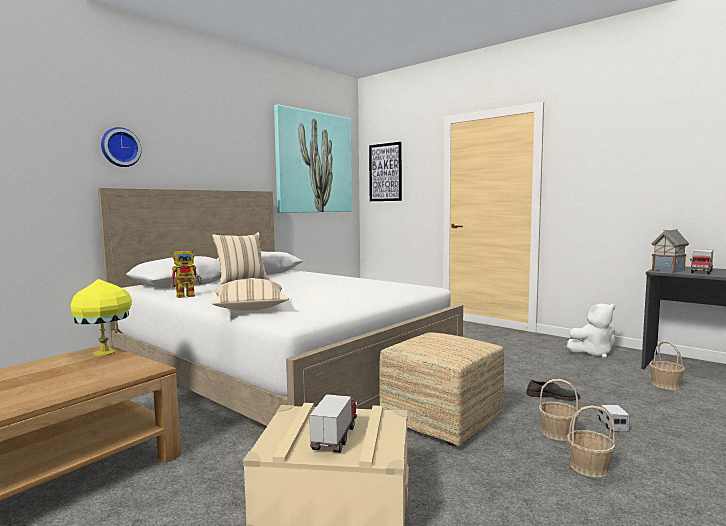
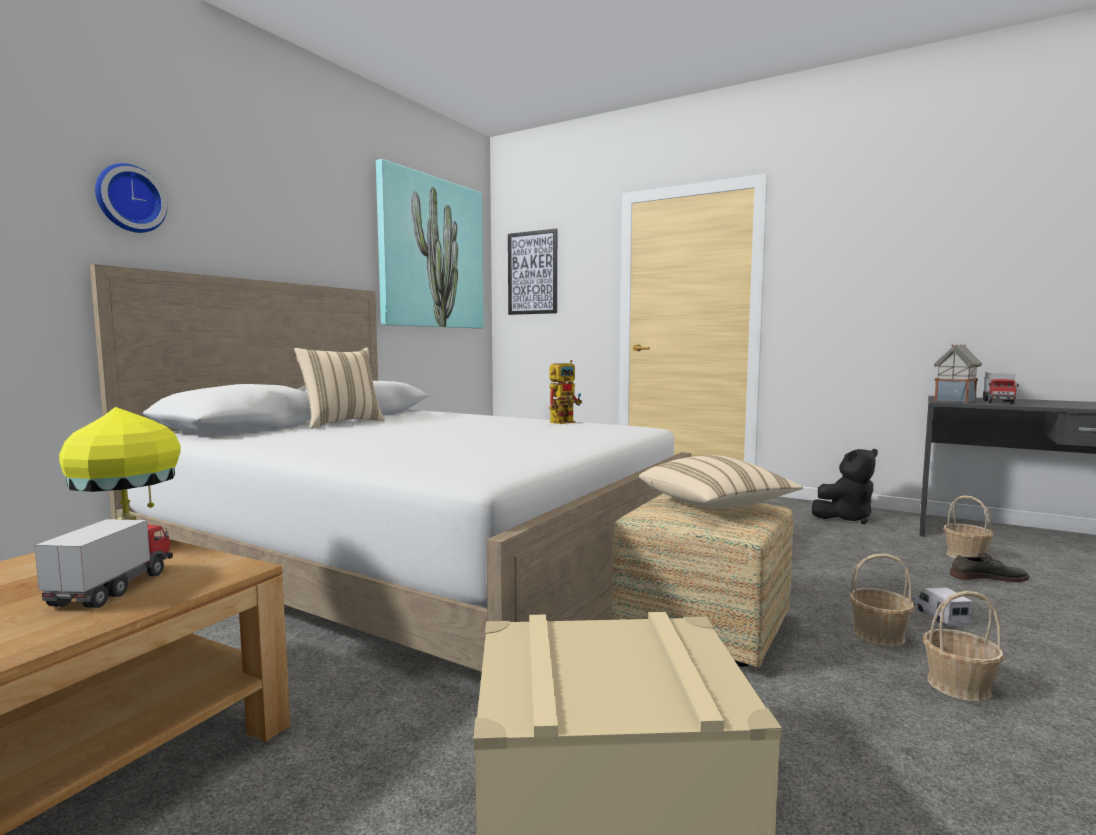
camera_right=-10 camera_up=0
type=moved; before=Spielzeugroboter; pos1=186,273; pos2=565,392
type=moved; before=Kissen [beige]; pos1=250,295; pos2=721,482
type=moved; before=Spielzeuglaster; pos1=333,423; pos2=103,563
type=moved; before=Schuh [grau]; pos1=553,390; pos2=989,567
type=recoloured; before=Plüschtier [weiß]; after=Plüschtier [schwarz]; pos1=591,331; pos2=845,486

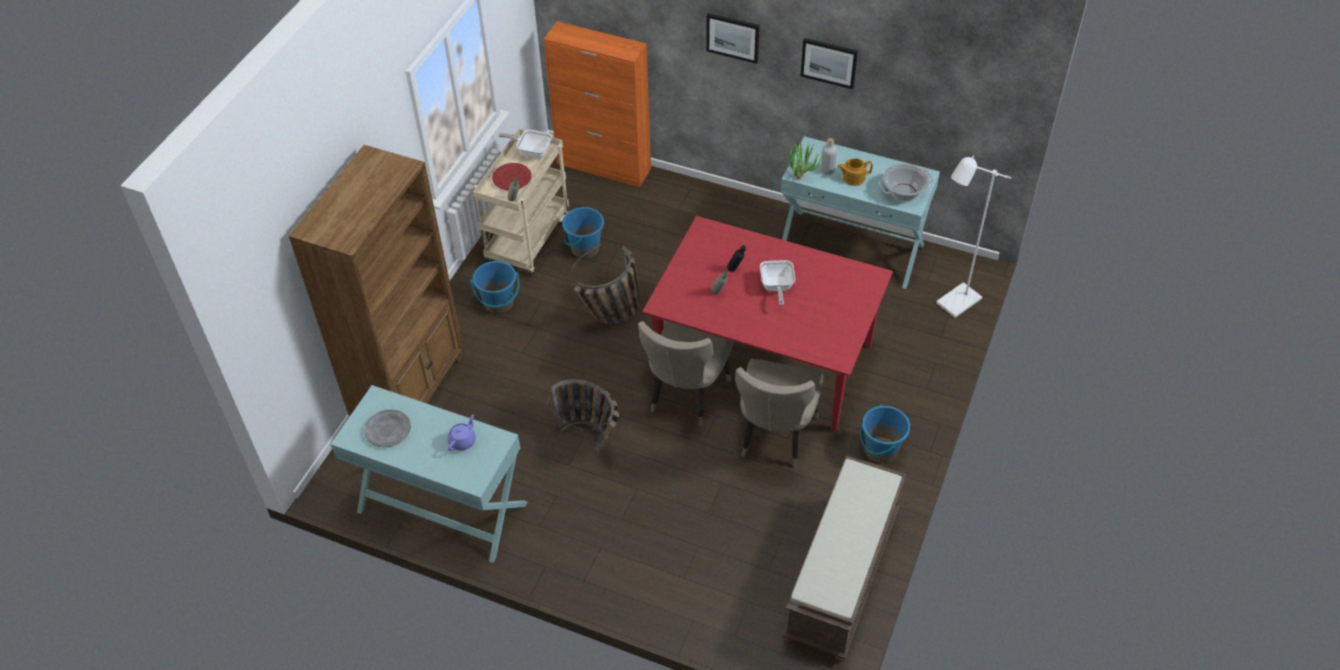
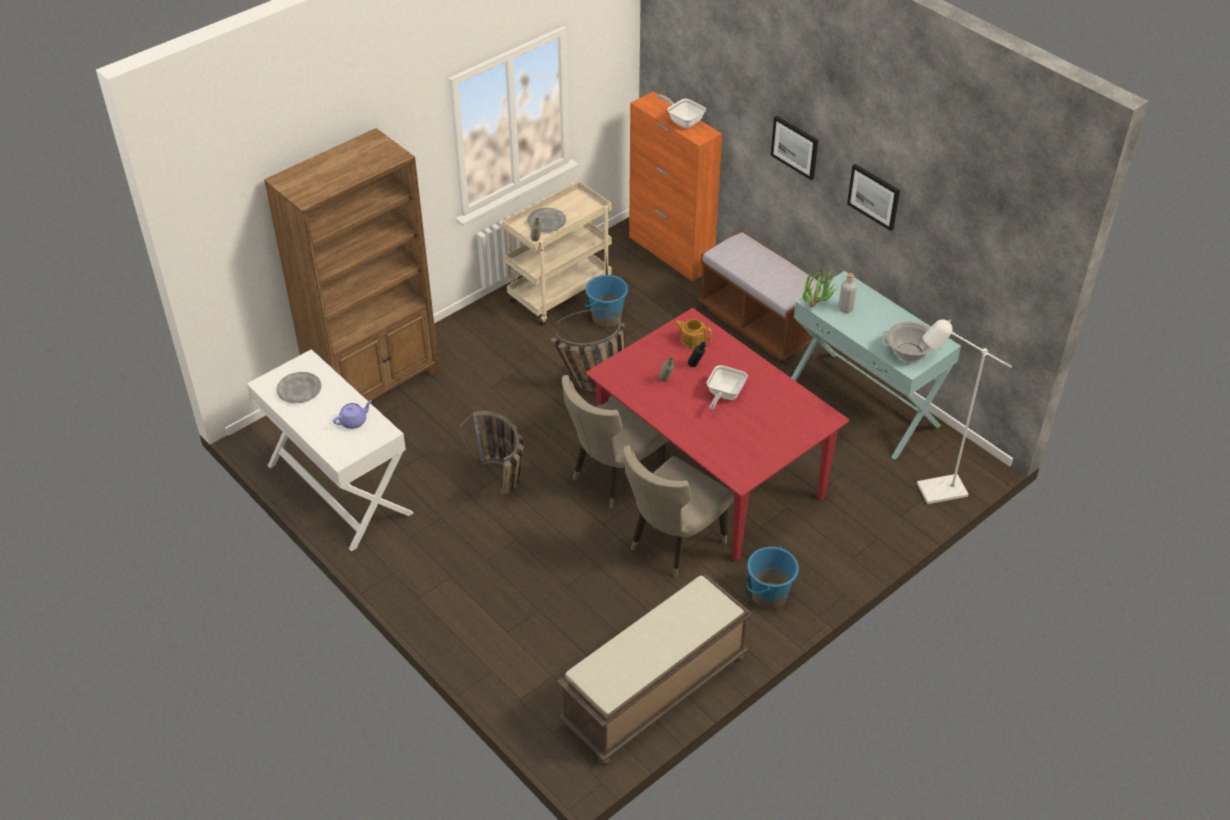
camera_right=25 camera_up=-5
type=recoloured; before=Konsolentisch [türkis]; after=Konsolentisch [weiß]; pos1=429,474; pos2=330,450
type=removed; before=Eimer [blau]; pos1=495,287
type=recoloured; before=Teller [rot]; after=Teller [grau]; pos1=511,176; pos2=546,220
type=moved; before=Pfanne; pos1=525,144; pos2=681,111
type=moved; before=Teekanne; pos1=855,172; pos2=693,334
type=added; after=Bank [braun]; pos2=761,295

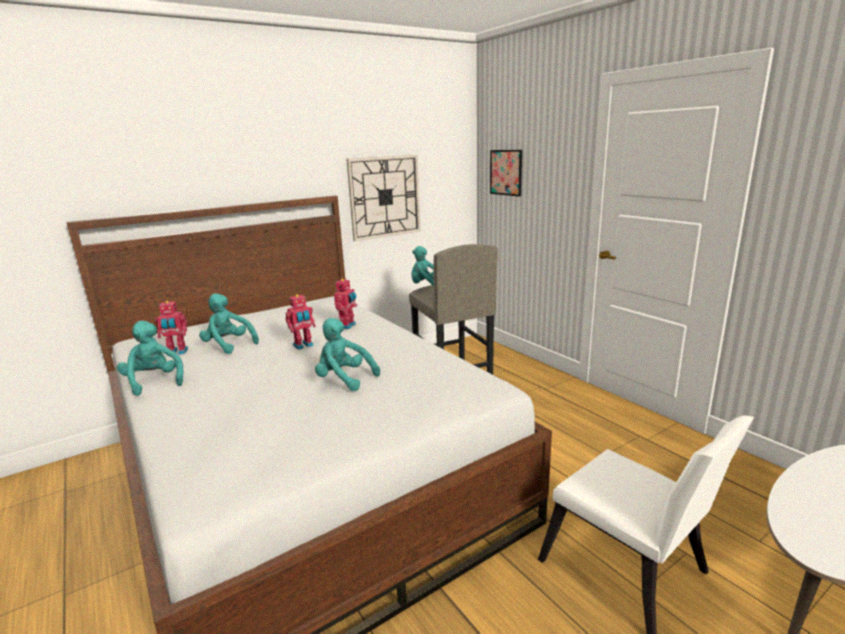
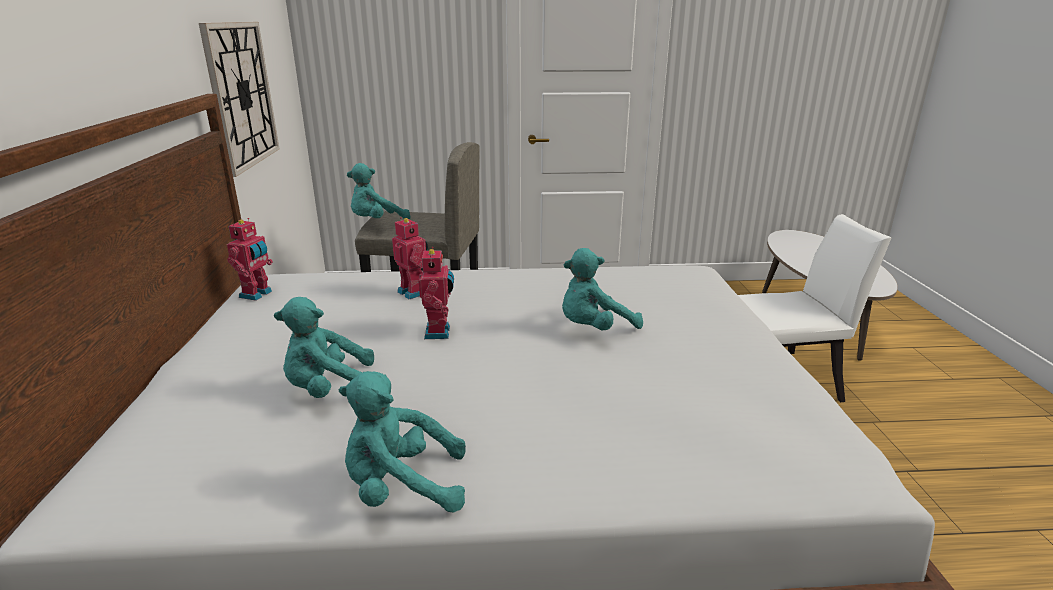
camera_right=-60 camera_up=5
type=moved; before=Spielzeugroboter; pos1=171,328; pos2=250,259
type=removed; before=Bild; pos1=506,173

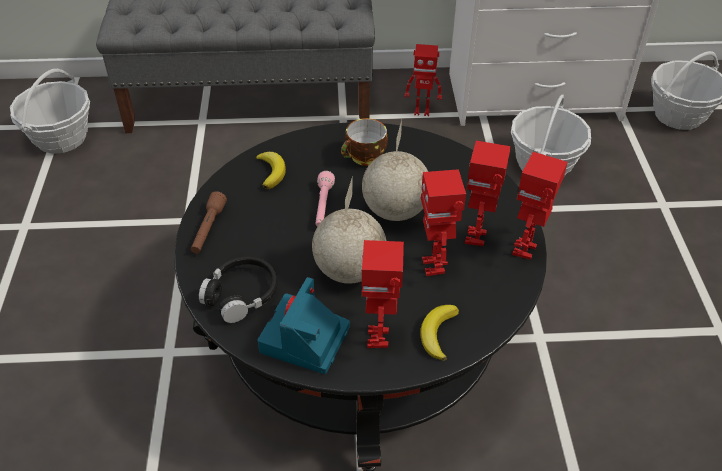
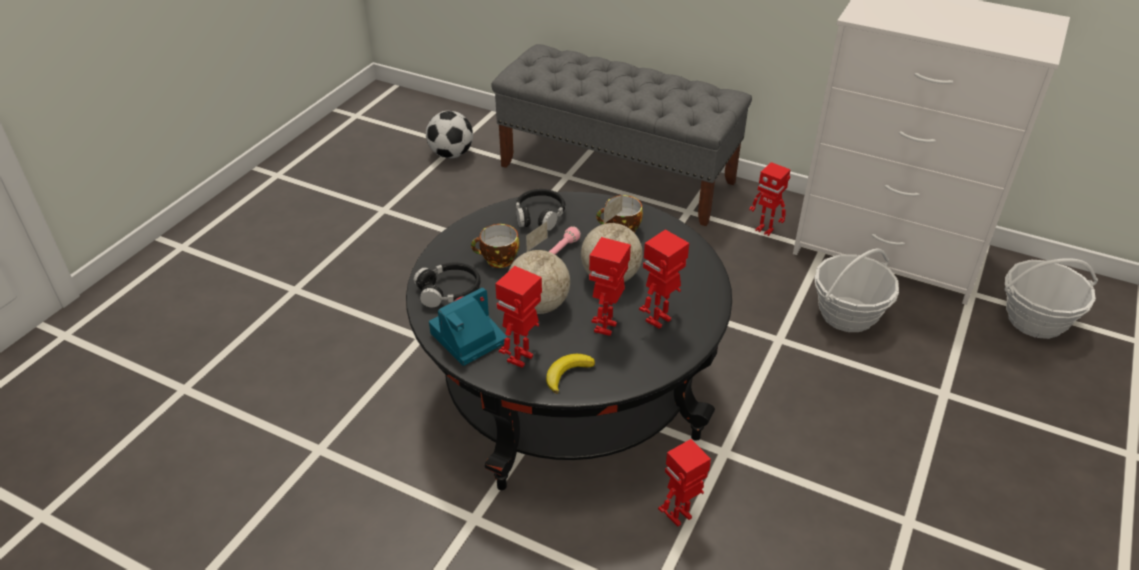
camera_right=30 camera_up=-5
type=replaced; before=Korb; after=Fußball; pos1=50,111; pos2=449,134
type=removed; before=Taschenlampe [braun]; pos1=208,222
type=replaced; before=Banane; after=Kopfhörer [schwarz]; pos1=271,170; pos2=540,210
type=moved; before=Spielzeugroboter; pos1=540,206; pos2=684,482
type=added; after=Tasse; pos2=495,246

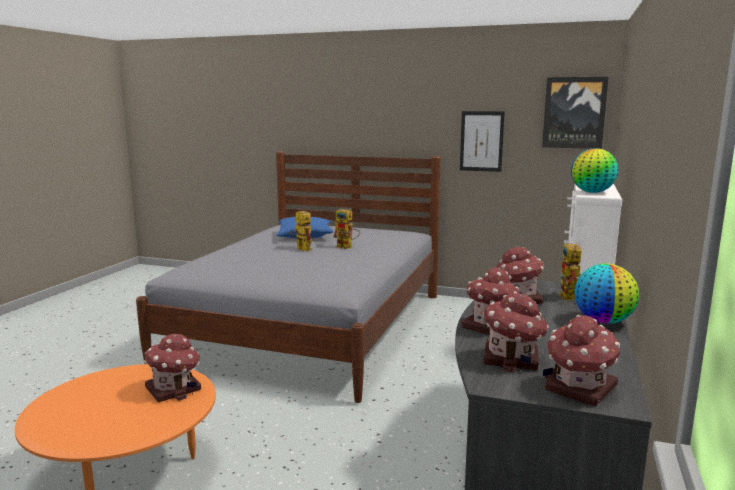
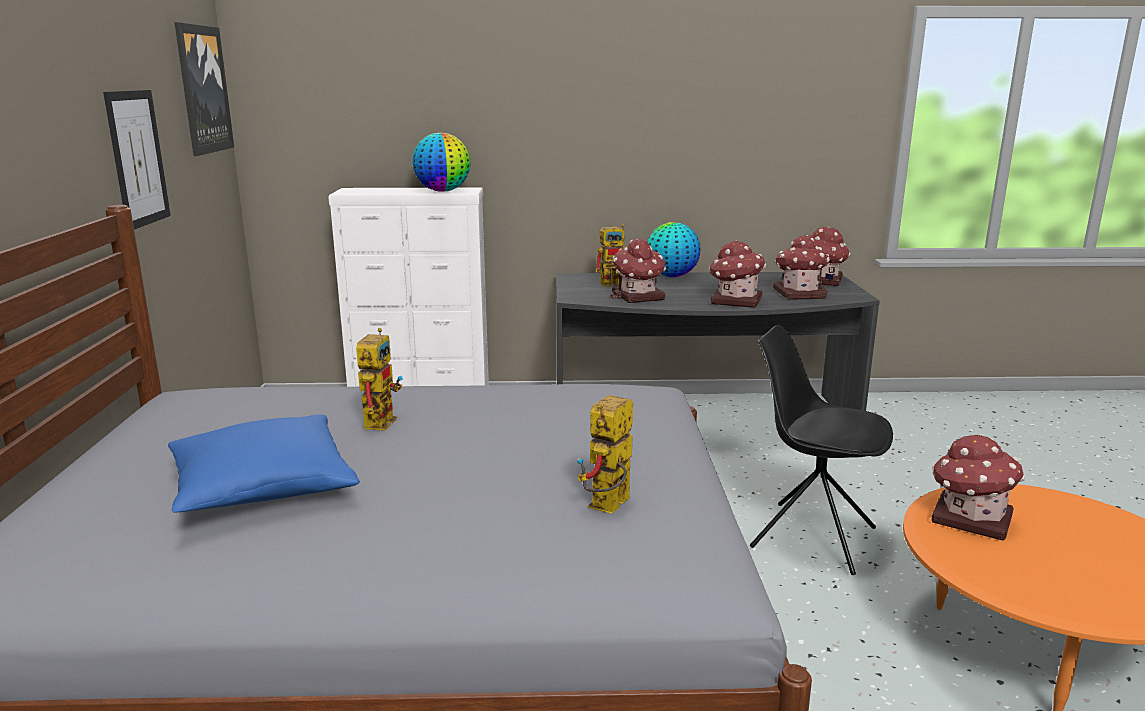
camera_right=-110 camera_up=5
type=moved; before=Spielzeugroboter; pos1=300,230; pos2=605,454
type=added; after=Stuhl [schwarz]; pos2=821,450

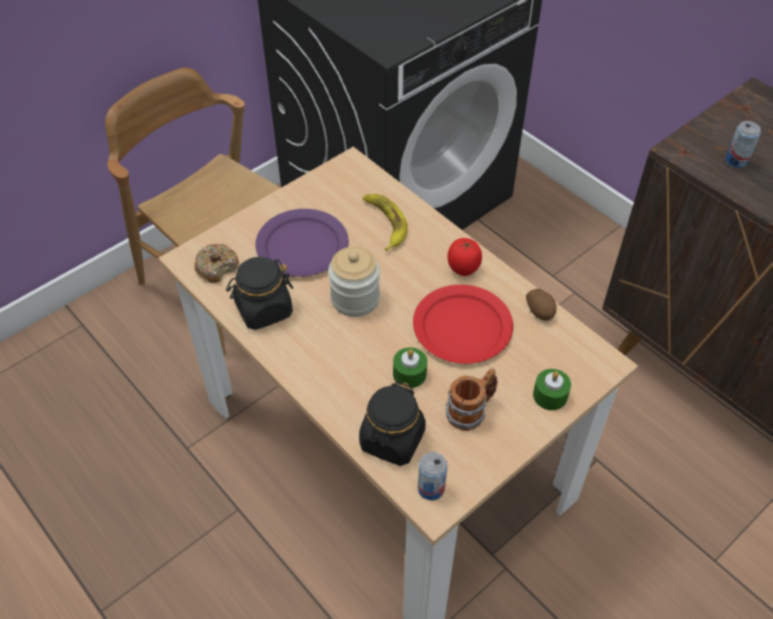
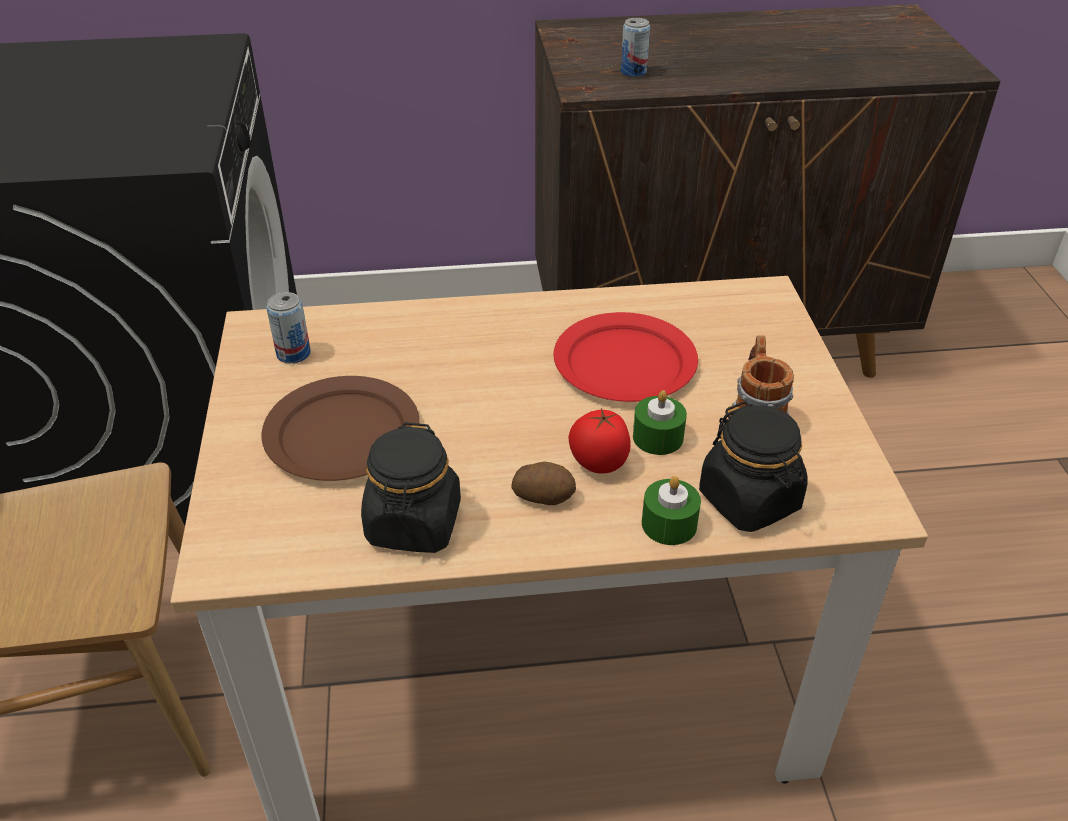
camera_right=-55 camera_up=-10
type=removed; before=Donut; pos1=216,263
type=recoloured; before=Teller [lila]; after=Teller [braun]; pos1=301,243; pos2=340,428
type=removed; before=Vorratsglas; pos1=354,282
type=removed; before=Banane; pos1=385,222
type=moved; before=Dose; pos1=432,476; pos2=288,327
type=moved; before=Tomate; pos1=465,257; pos2=599,441
type=moved; before=Kartoffel; pos1=541,304; pos2=544,483
type=moved; before=Kerze [grün]; pos1=552,389; pos2=671,510

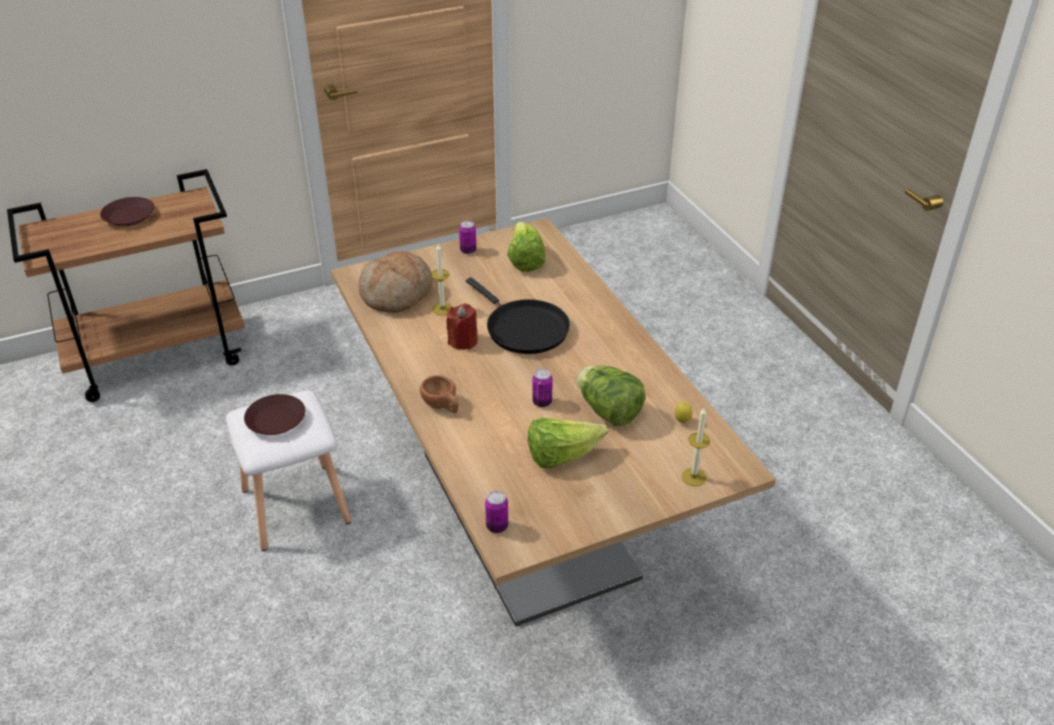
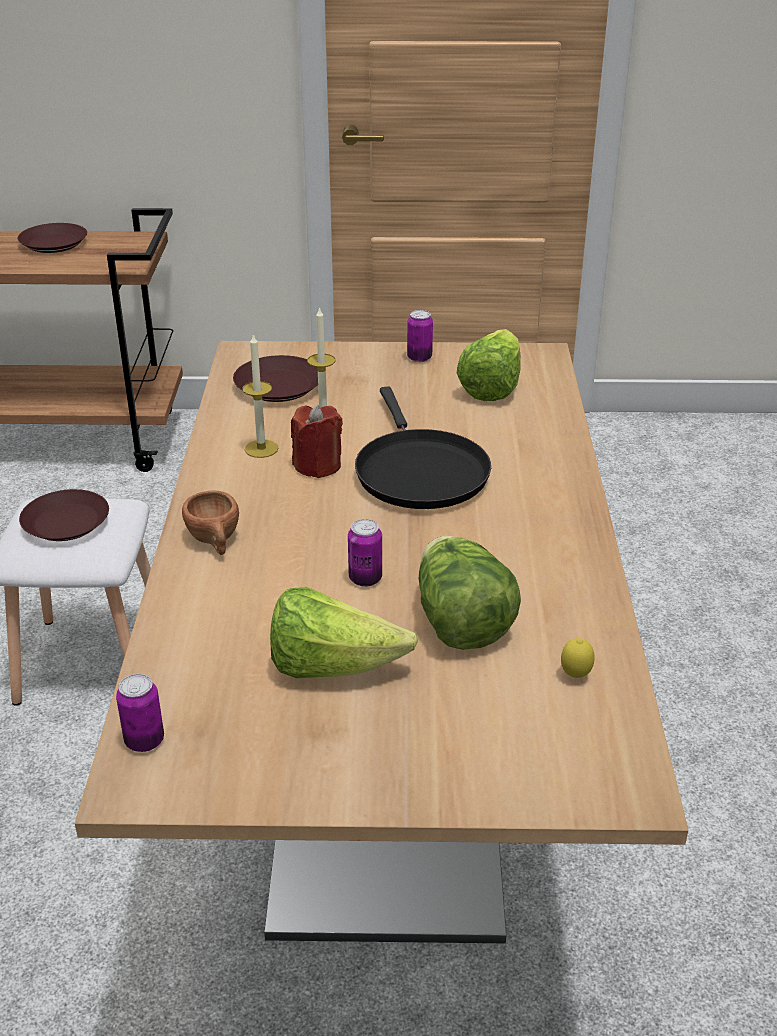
camera_right=25 camera_up=-5
type=replaced; before=Brot; after=Teller [braun]; pos1=396,282; pos2=275,378
type=moved; before=Kerze; pos1=695,447; pos2=260,396

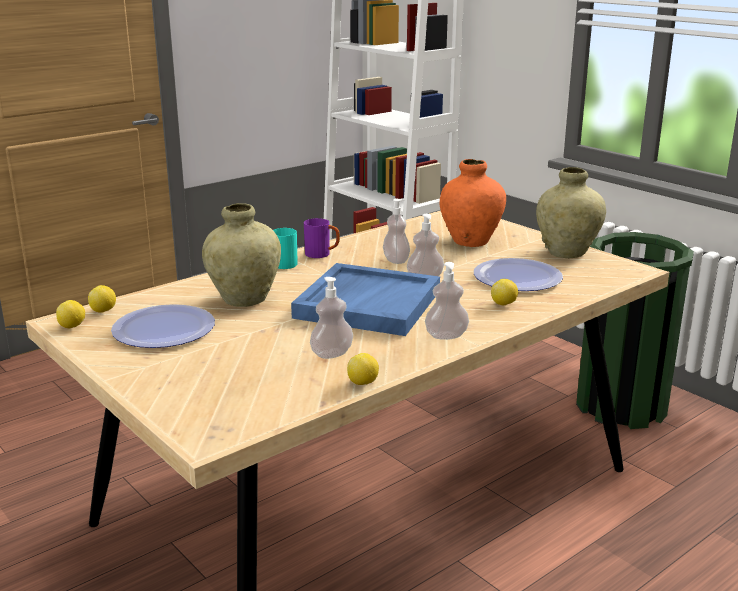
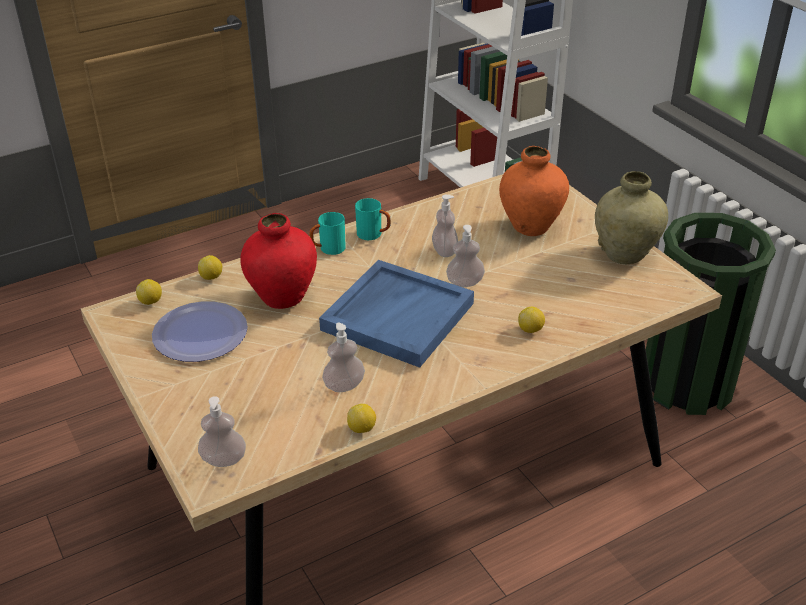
camera_right=10 camera_up=15
type=moved; before=Zitrone; pos1=70,314; pos2=210,267
type=recoloured; before=Vase [beige]; after=Vase [rot]; pos1=241,255; pos2=278,261
type=recoloured; before=Henkelbecher [lila]; after=Henkelbecher [türkis]; pos1=322,238; pos2=373,219
type=moved; before=Seifenspender; pos1=447,301; pos2=222,431
type=removed; before=Teller; pos1=518,274

